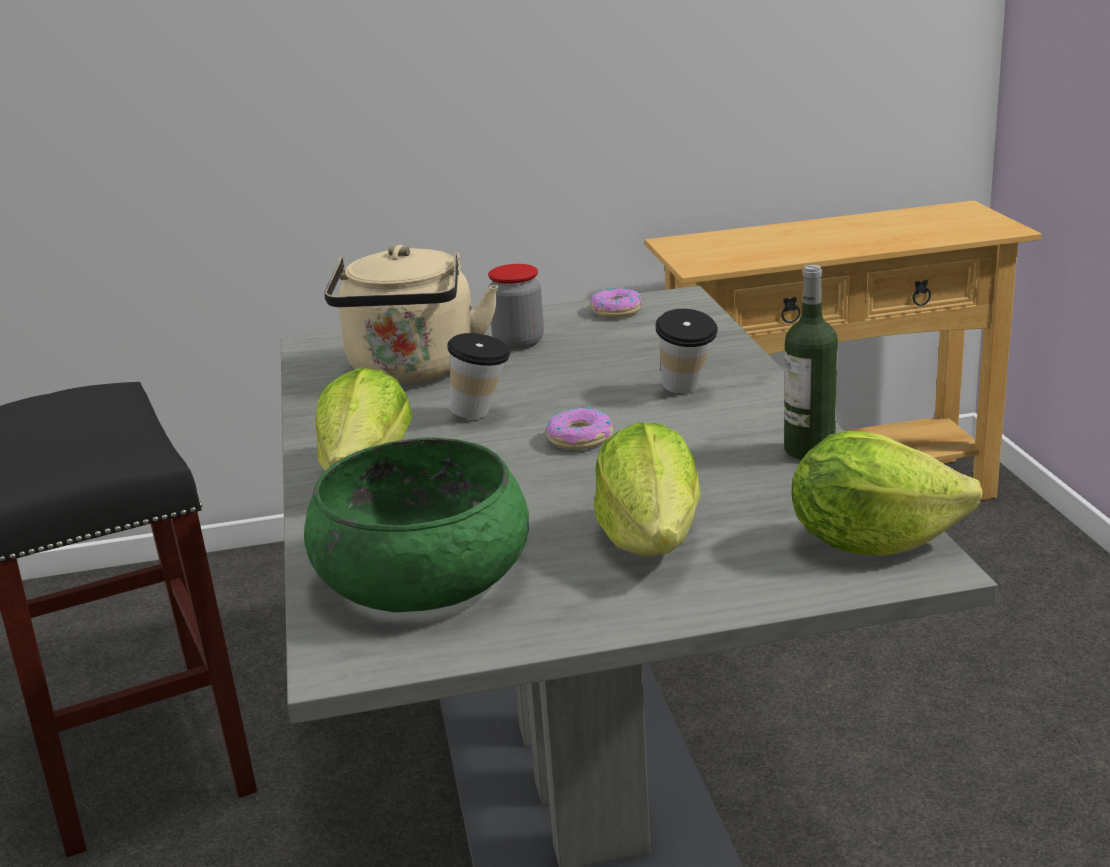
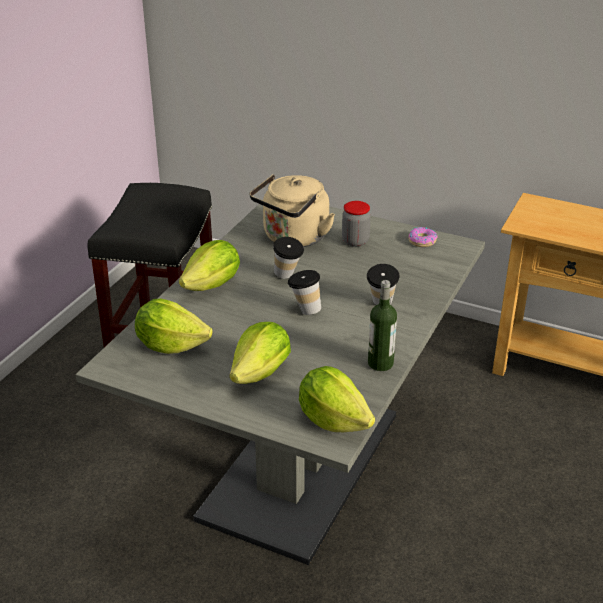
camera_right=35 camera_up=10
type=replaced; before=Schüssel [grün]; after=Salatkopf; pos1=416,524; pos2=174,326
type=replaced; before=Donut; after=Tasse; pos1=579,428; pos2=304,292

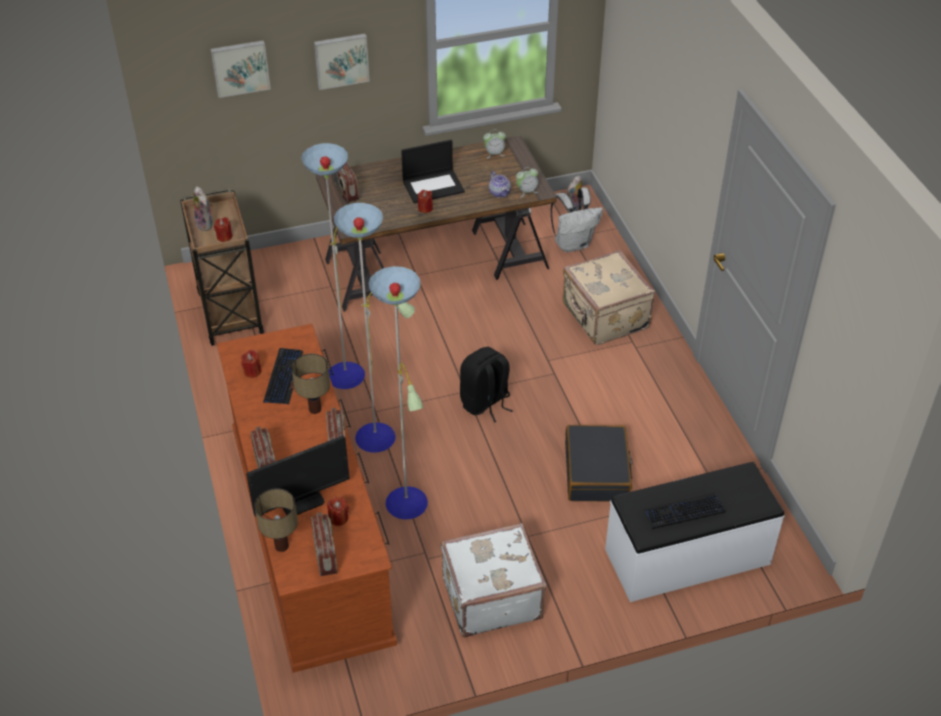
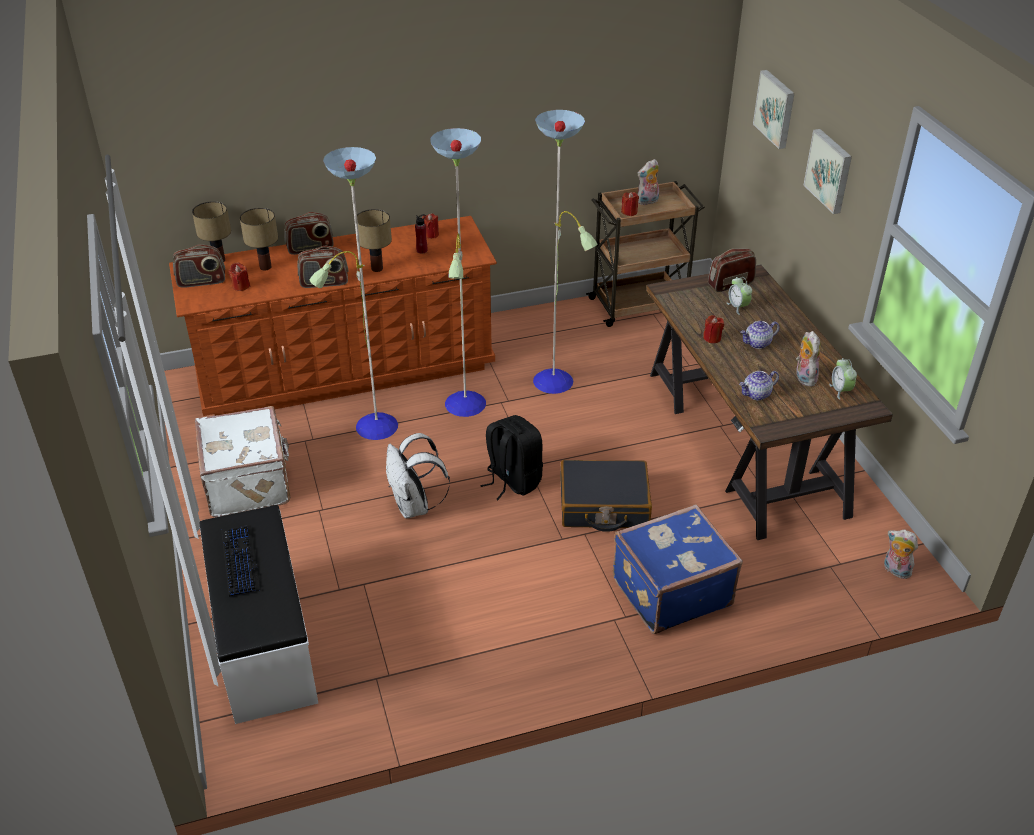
camera_right=90 camera_up=-5
type=replaced; before=Monitor; after=Tischlampe; pos1=297,476; pos2=259,239
type=replaced; before=Tastatur; after=Flasche [rot]; pos1=283,376; pos2=421,234
type=replaced; before=Laptop; after=Teekanne; pos1=433,171; pos2=760,335
type=moved; before=Wecker; pos1=527,182; pos2=739,296
type=moved; before=Rucksack [weiß]; pos1=577,219; pos2=418,475
type=recoloured; before=Koffer [beige]; after=Koffer [blau]; pos1=608,297; pos2=678,569
type=moved; before=Koffer [schwarz]; pos1=599,463; pos2=606,496
type=added; after=Plüschtier; pos2=808,358

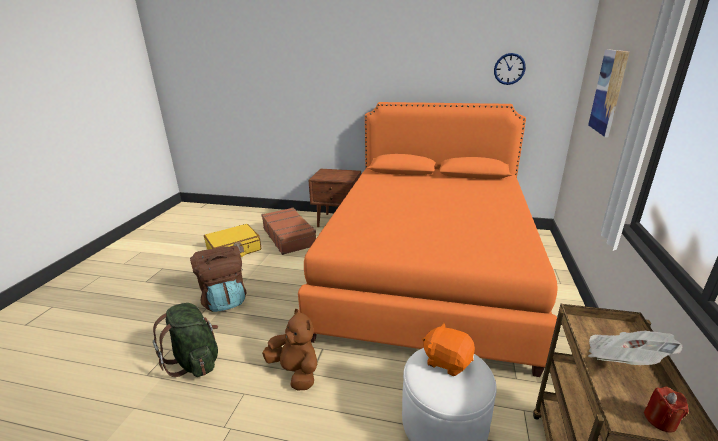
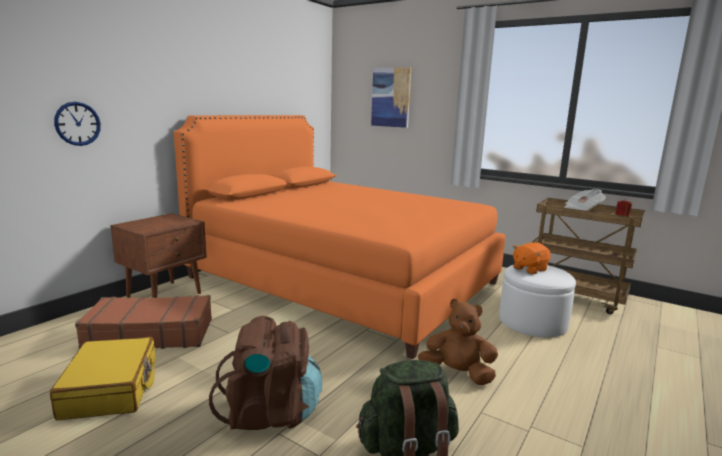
camera_right=-70 camera_up=-10
type=turned; before=Plüschtier [braun]; pos1=289,349; pos2=458,342; turn=45
type=moved; before=Wanduhr; pos1=510,69; pos2=77,124

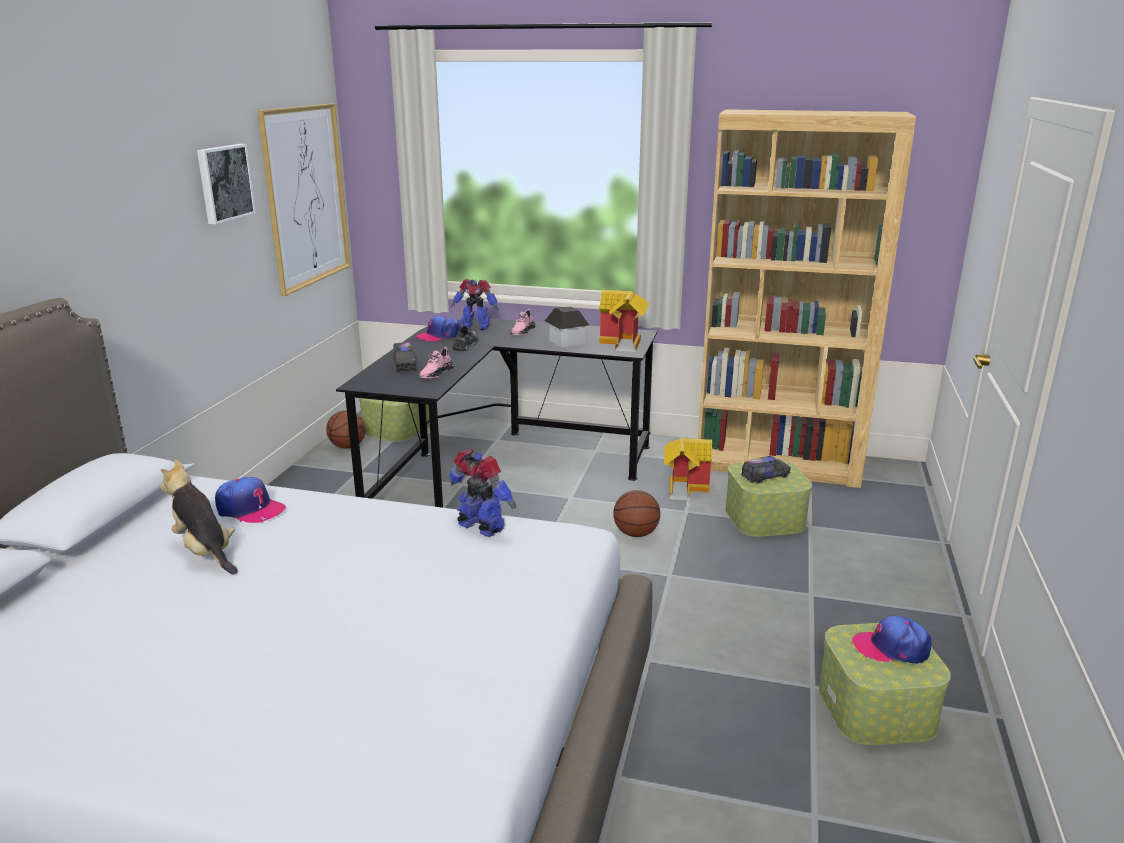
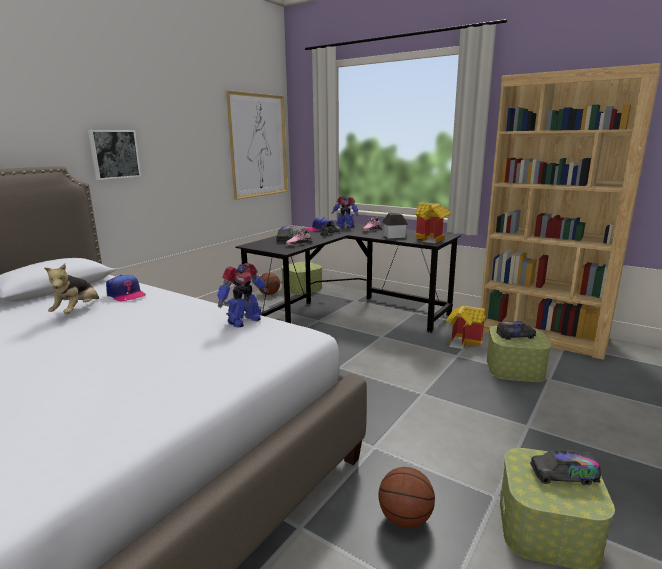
camera_right=20 camera_up=-5
type=turned; before=Plüschtier; pos1=199,517; pos2=71,288; turn=-150
type=moved; before=Bild; pos1=226,184; pos2=114,155
type=turned; before=Spielzeugroboter; pos1=482,493; pos2=243,295; turn=75
type=moved; before=Basketball; pos1=636,513; pos2=407,497
type=replaced; before=Kappe; after=Spielzeuglaster; pos1=892,639; pos2=565,467

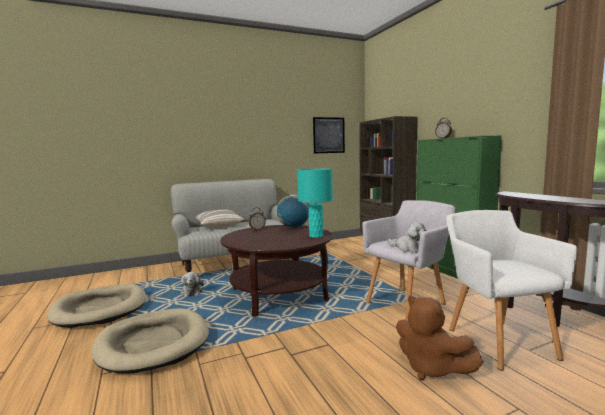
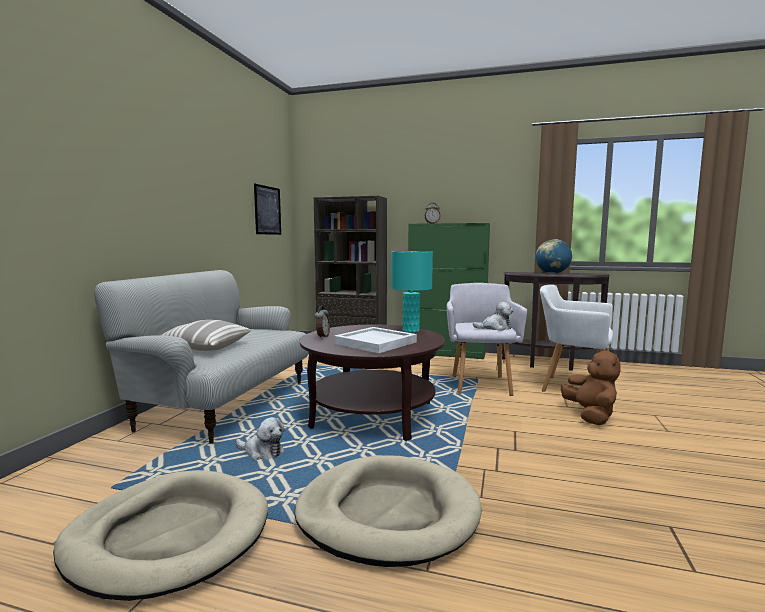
camera_right=-50 camera_up=0
type=moved; before=Globus; pos1=293,211; pos2=554,256
type=turned; before=Plüschtier [braun]; pos1=440,337; pos2=591,386; turn=-90
type=added; after=Tablett [weiß]; pos2=375,340

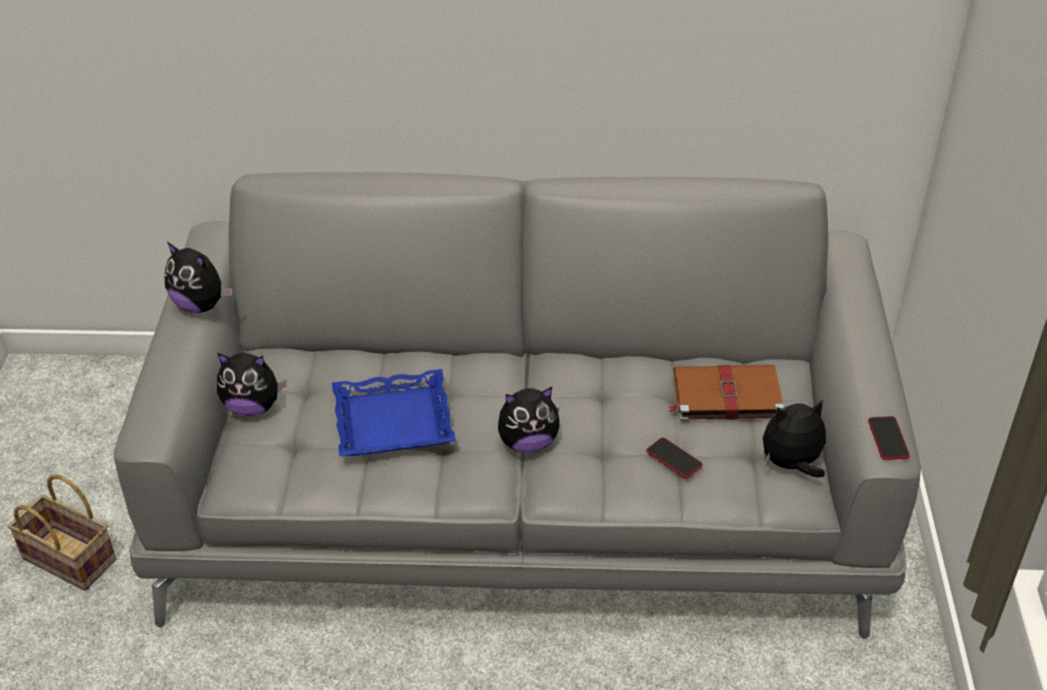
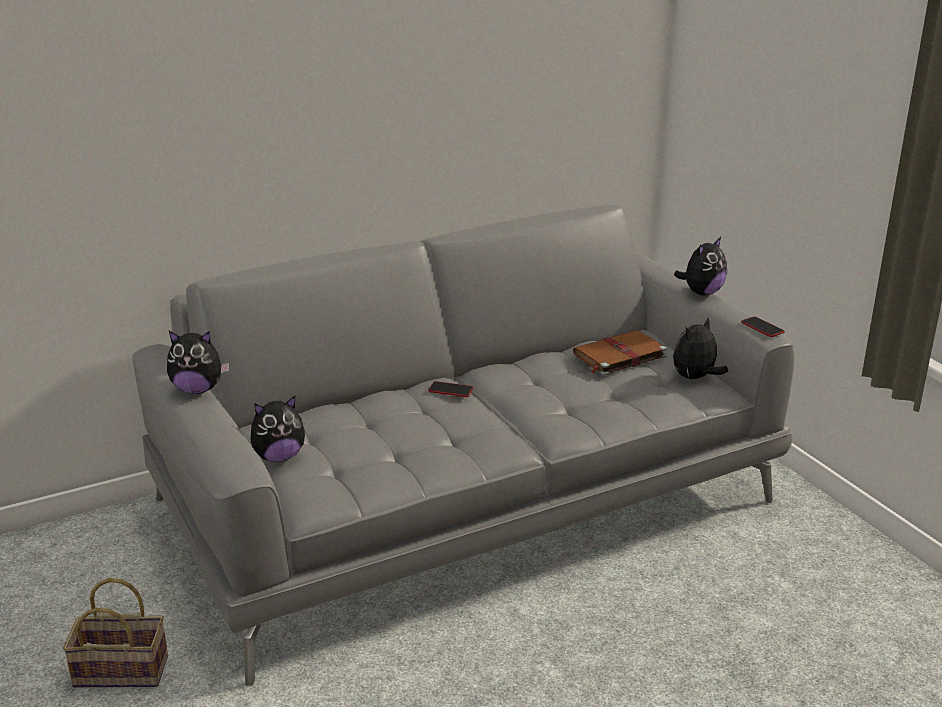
camera_right=-30 camera_up=-15
type=removed; before=Tablett [blau]; pos1=394,412
type=moved; before=Plüschtier; pos1=529,420; pos2=700,266
type=moved; before=Handy; pos1=674,458; pos2=450,389

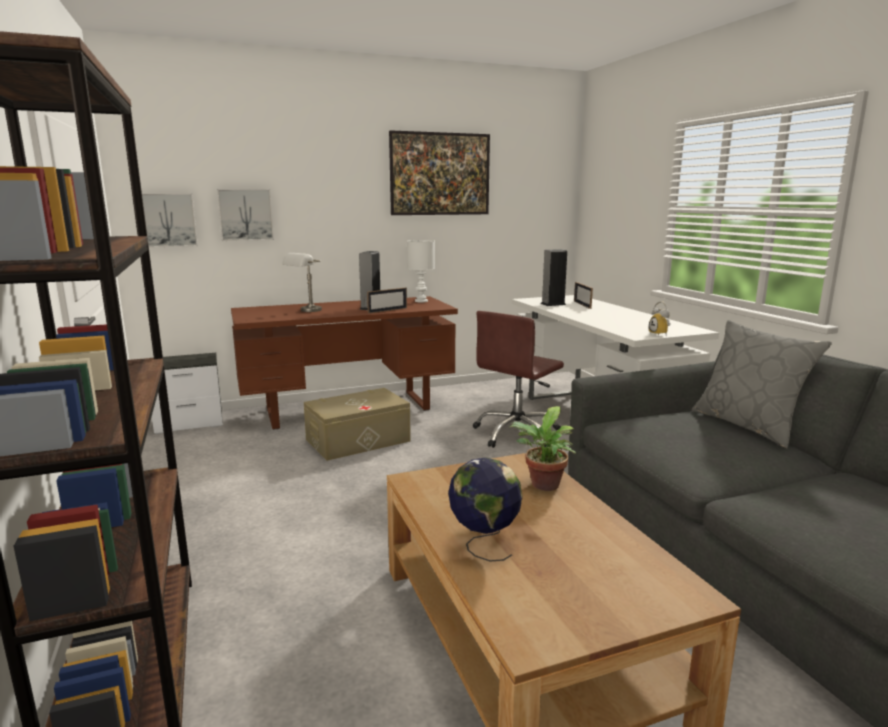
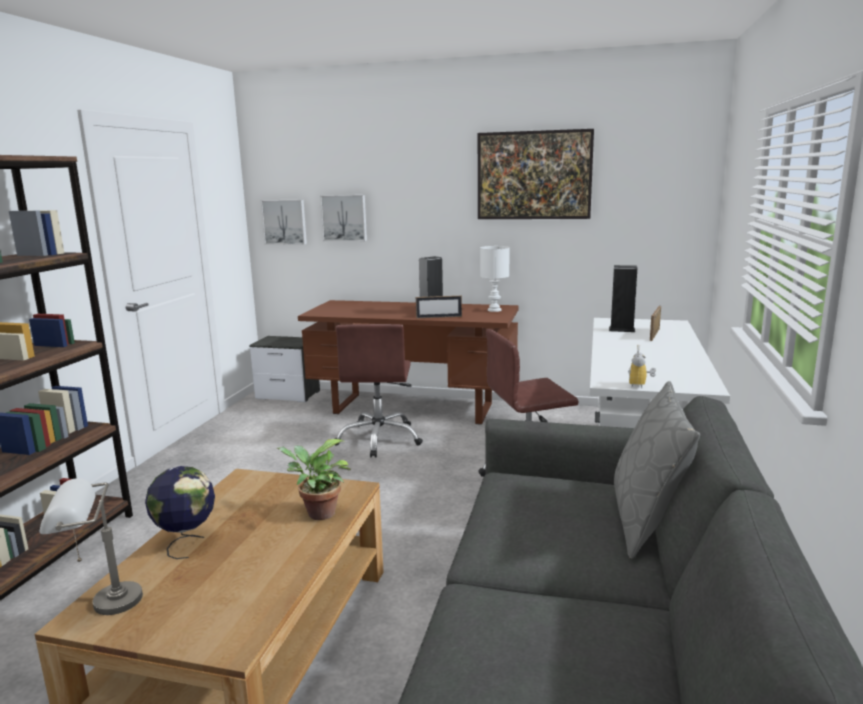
camera_right=35 camera_up=0
type=moved; before=Tischlampe [grau]; pos1=302,282; pos2=91,546
type=replaced; before=Aufbewahrungsbox [beige]; after=Bürostuhl [braun]; pos1=357,424; pos2=379,391

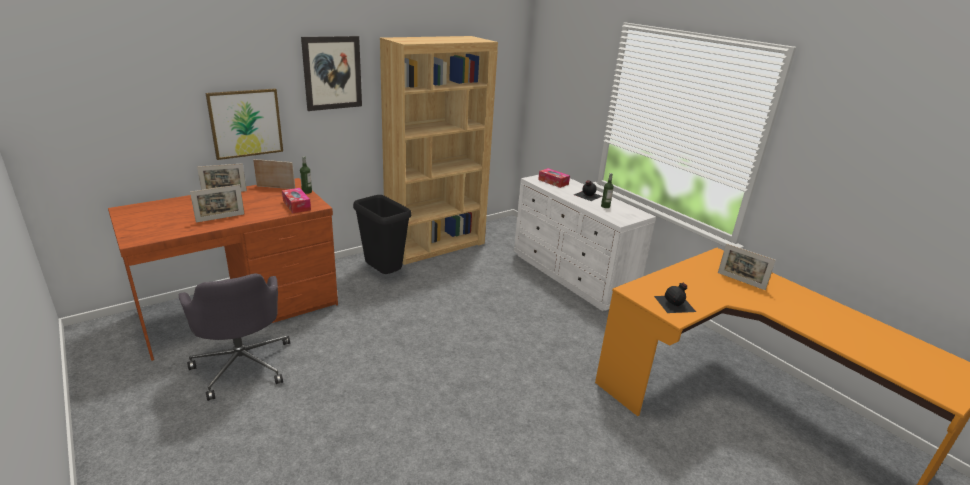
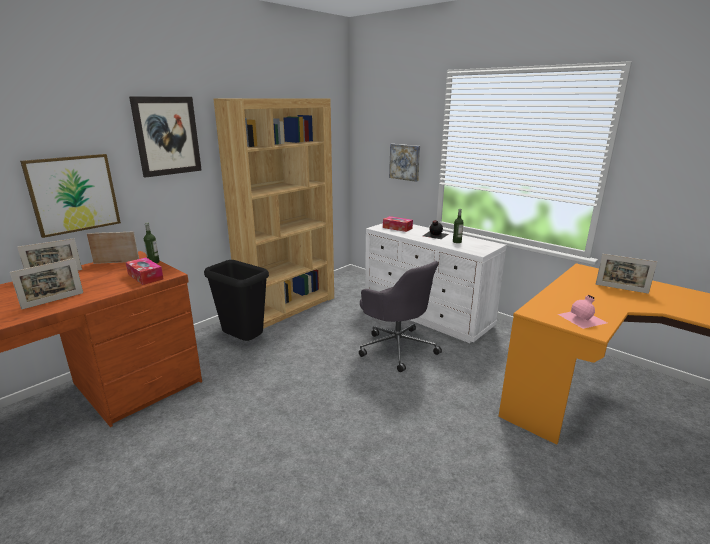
camera_right=-10 camera_up=-5
type=moved; before=Bürostuhl [grau]; pos1=234,337; pos2=400,316
type=recoloured; before=Flasche [schwarz]; after=Flasche [rosa]; pos1=675,298; pos2=582,312
type=added; after=Bild; pos2=404,163

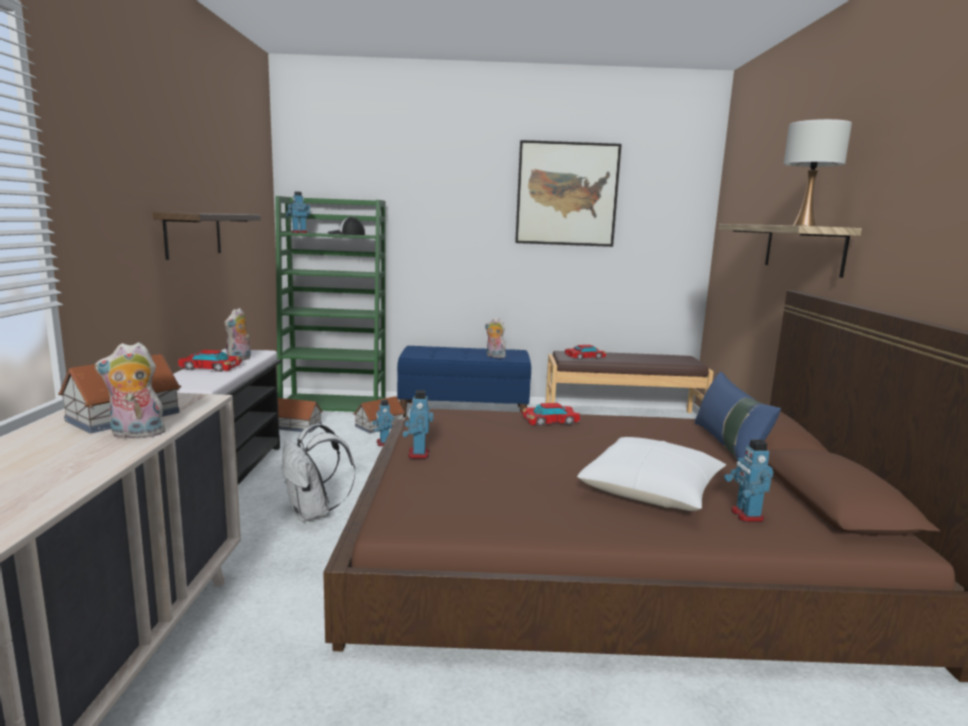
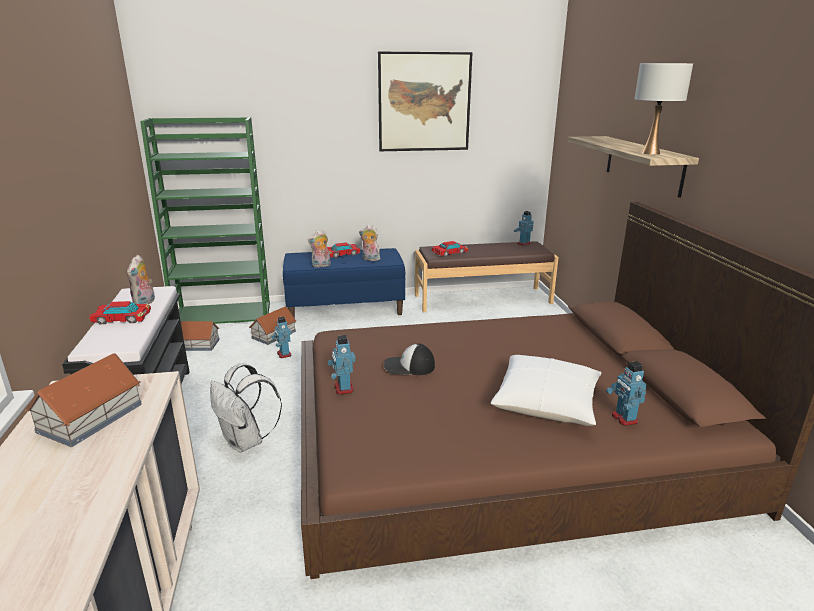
camera_right=-10 camera_up=10
type=moved; before=Plüschtier; pos1=132,391; pos2=319,249
type=removed; before=Wandregal; pos1=207,236
type=moved; before=Spielzeugroboter; pos1=298,212; pos2=524,228
type=moved; before=Kappe; pos1=346,226; pos2=409,359
type=moved; before=Spielzeugauto; pos1=551,414; pos2=343,250
type=removed; before=Kissen [blau]; pos1=738,416

